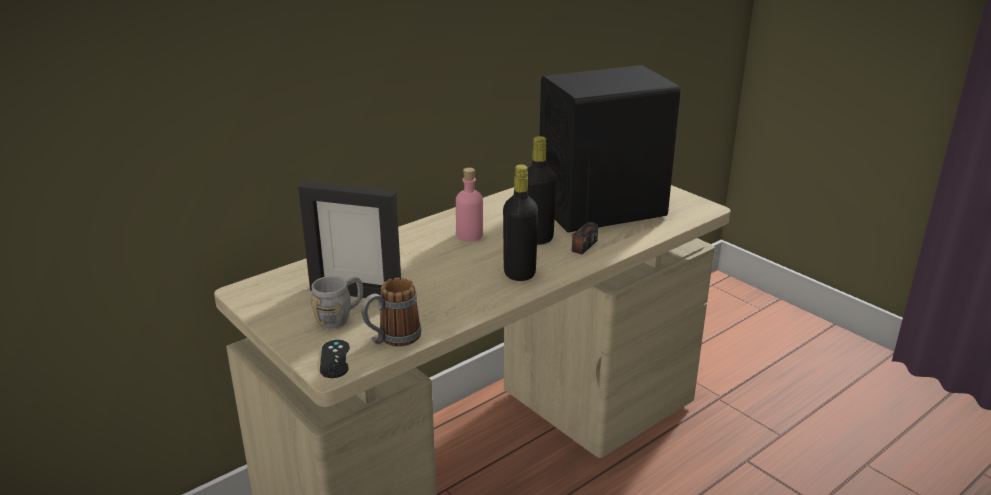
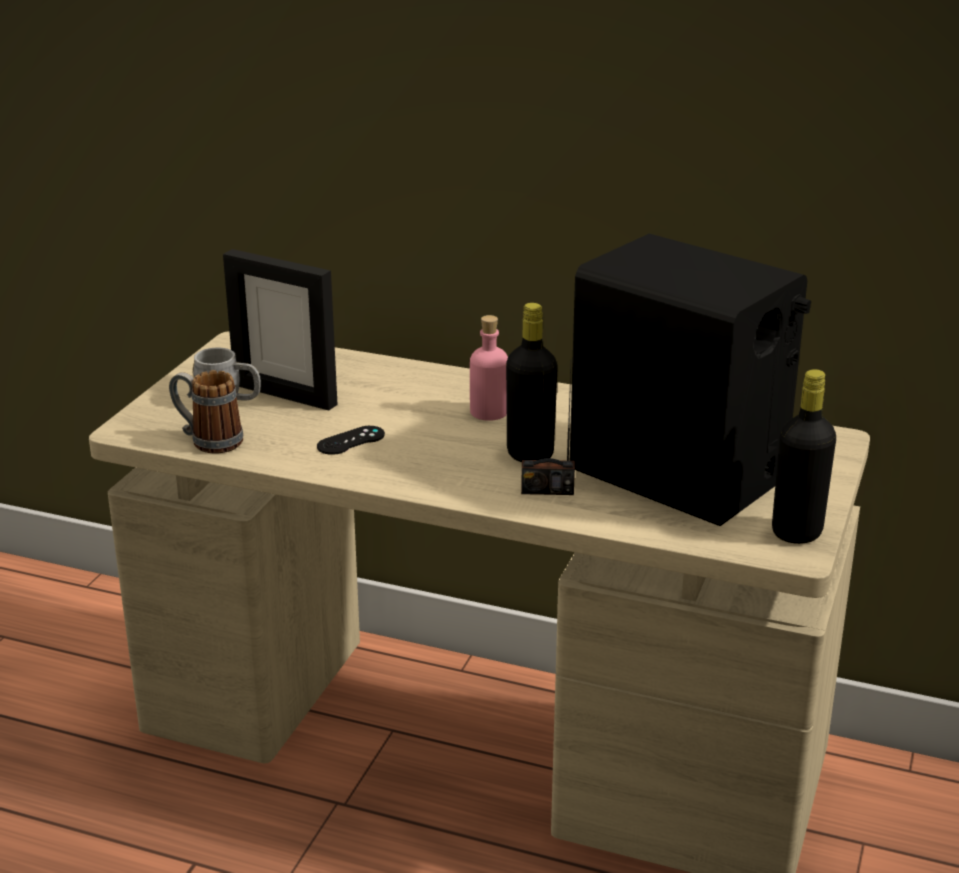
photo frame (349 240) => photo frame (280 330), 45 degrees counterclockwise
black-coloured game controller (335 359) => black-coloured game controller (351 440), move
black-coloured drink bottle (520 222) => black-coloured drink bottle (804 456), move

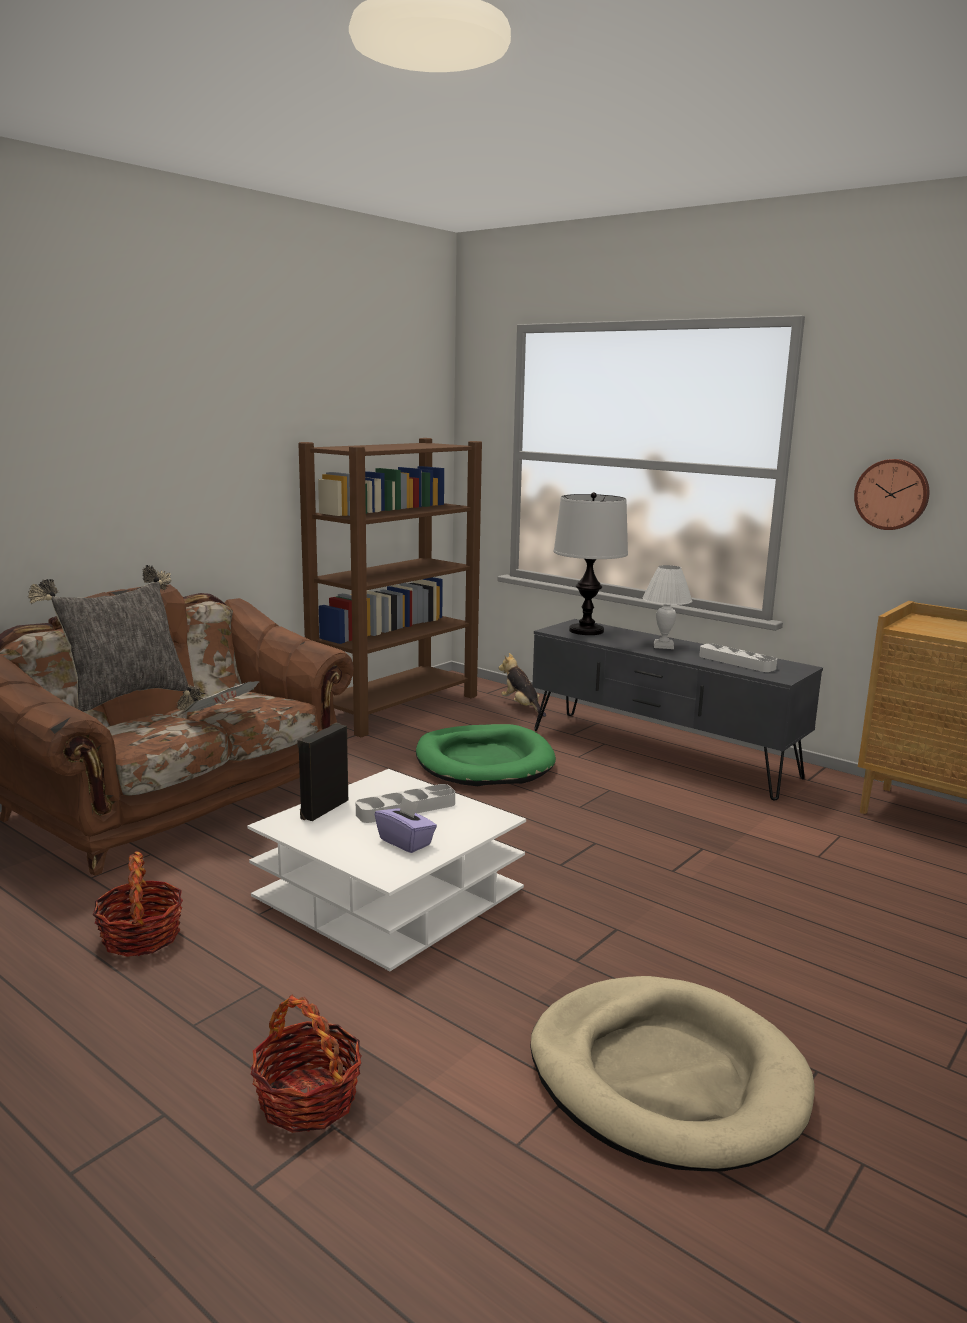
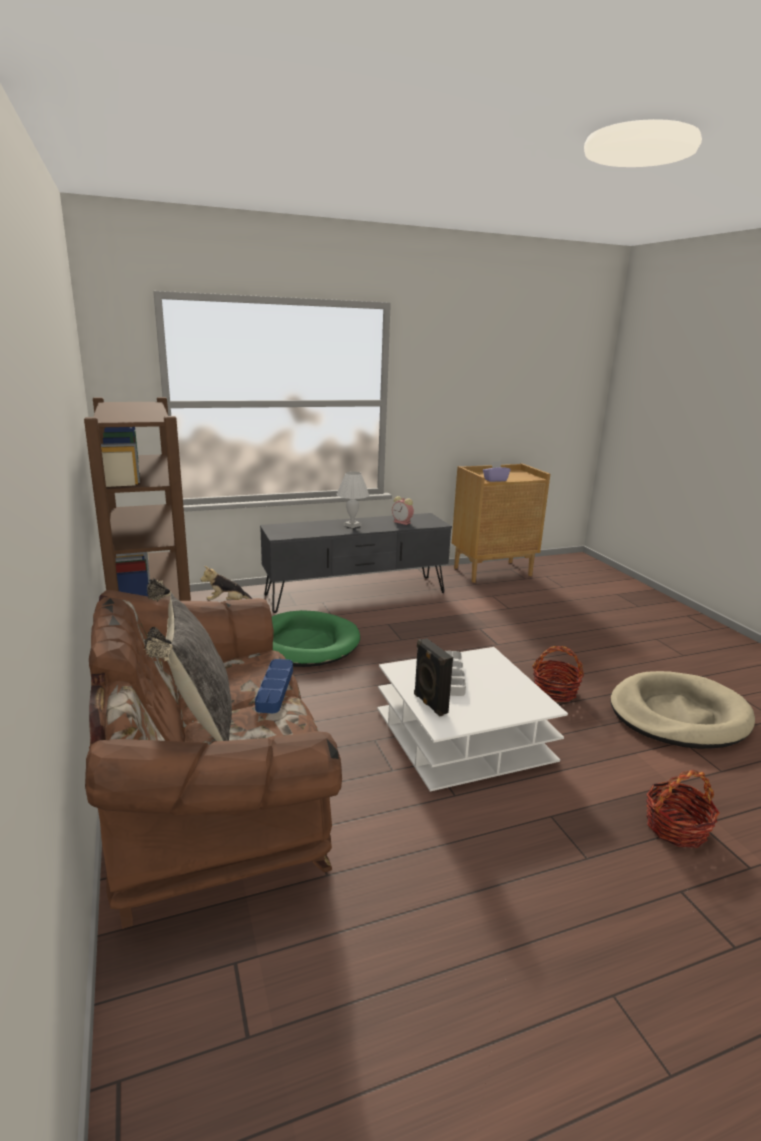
daily paper (221 697) => blue serving tray (274 686)
greyish serving tray (738 657) => table clock (403 510)
purple-coloured box of tissues (406 825) => purple-coloured box of tissues (496 471), move
household basket (138 904) => household basket (558 674), move
tabletop lamp (591 563) => nothing
wall clock (891 494) => nothing

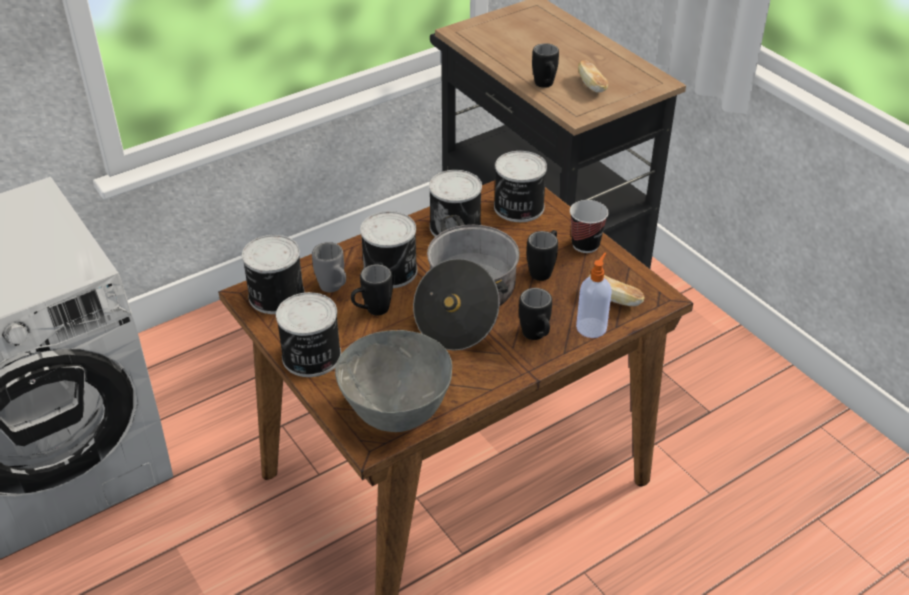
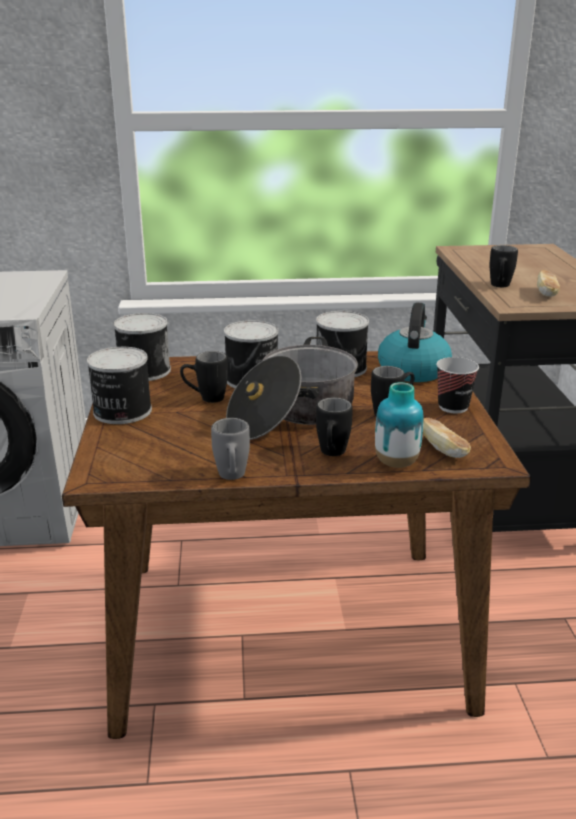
greyish mug (329 267) => greyish mug (230 449), move
liquid soap bottle (594 295) => decorative vase (399 425)
can (520 186) => tea kettle (415 342)
greyish bowl (393 381) => nothing

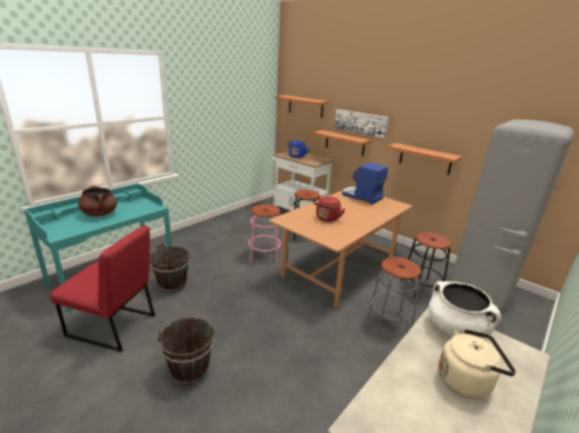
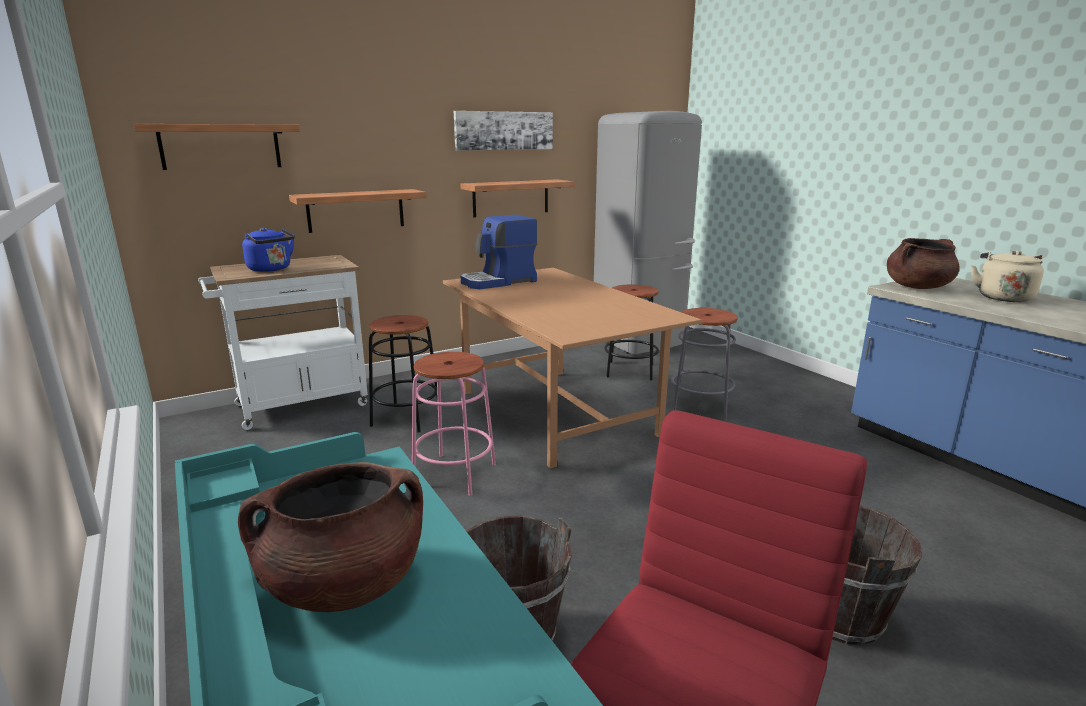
wall picture (361 123) => wall picture (503 131), move
white-coloured stockpot (465 310) => brownish stockpot (923 263)
red-coloured tea kettle (329 209) => nothing

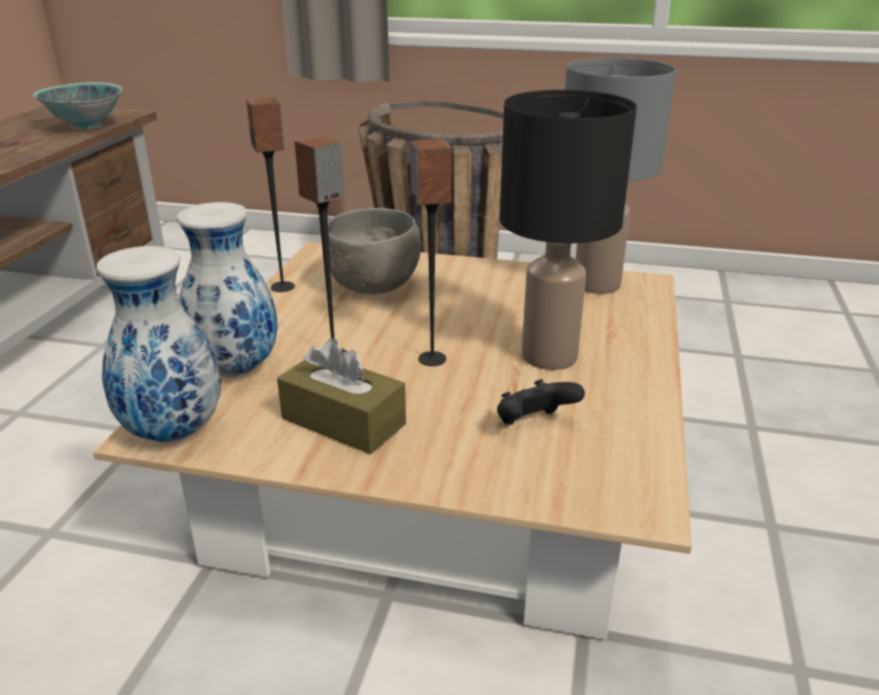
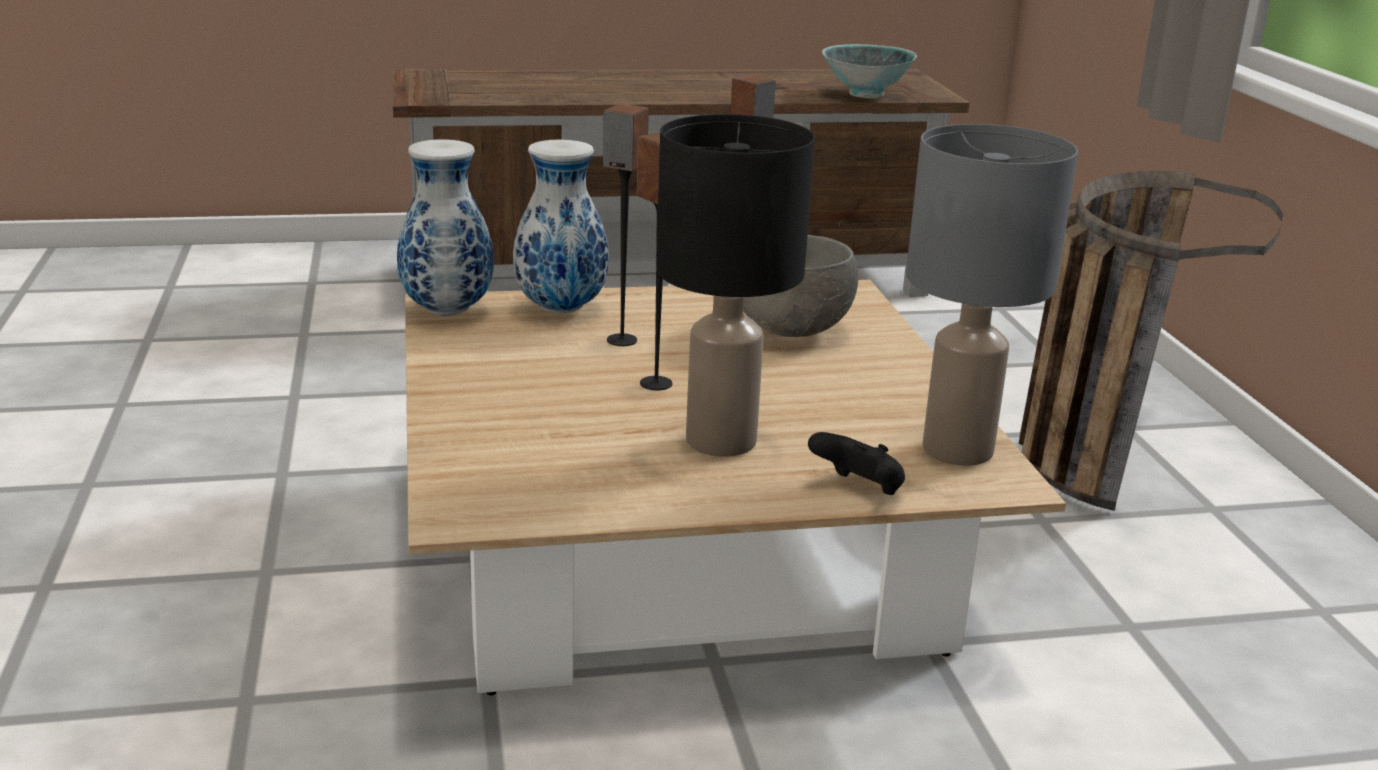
black-coloured game controller (541 402) => black-coloured game controller (856 463), move
brownish box of tissues (341 396) => nothing

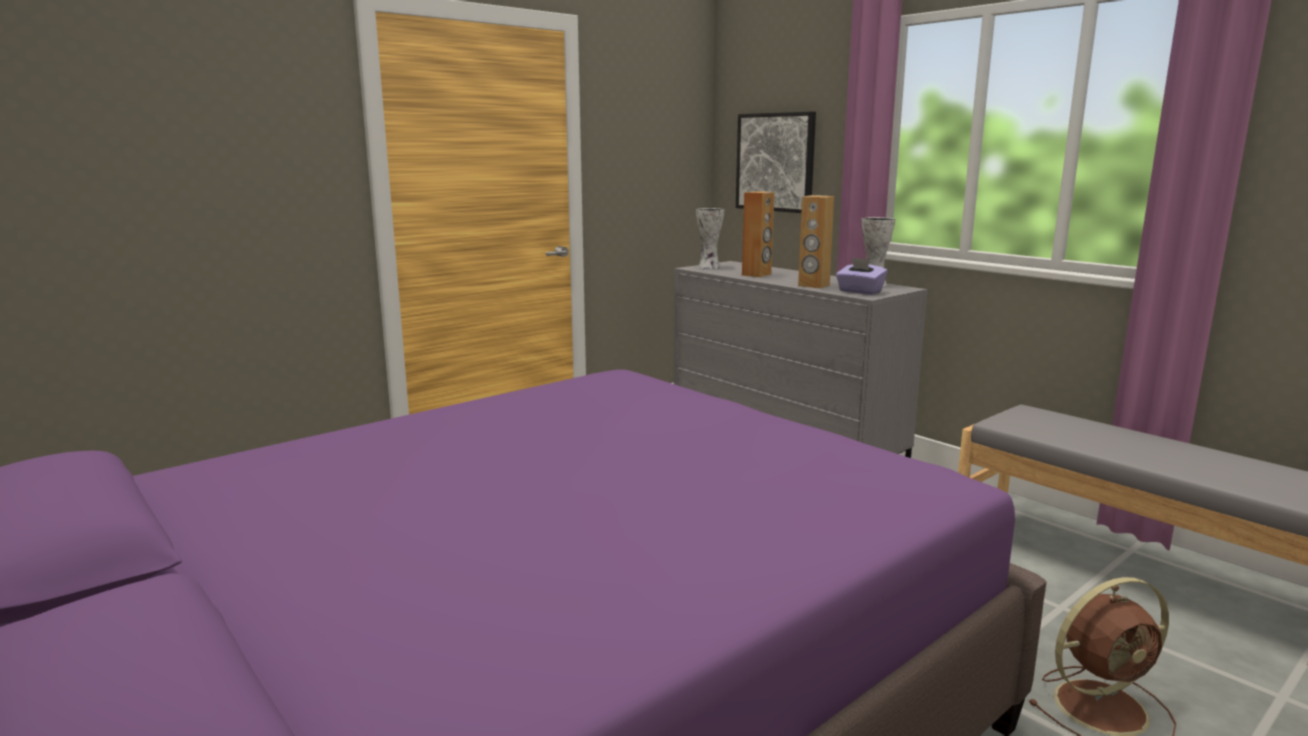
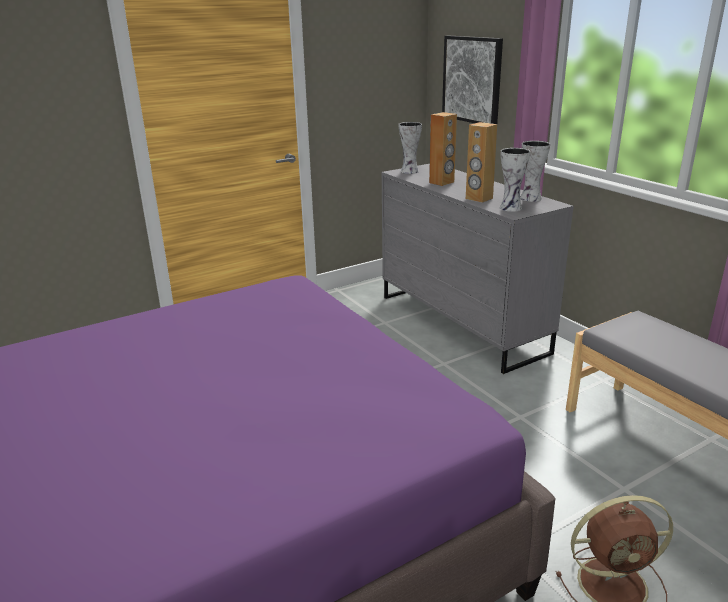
purple-coloured box of tissues (861 276) => decorative vase (515 180)

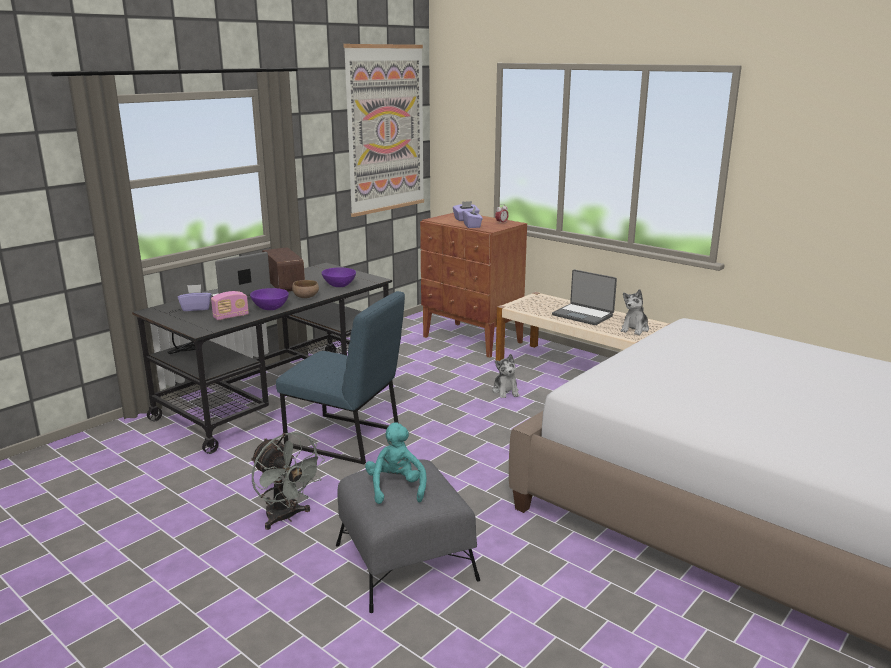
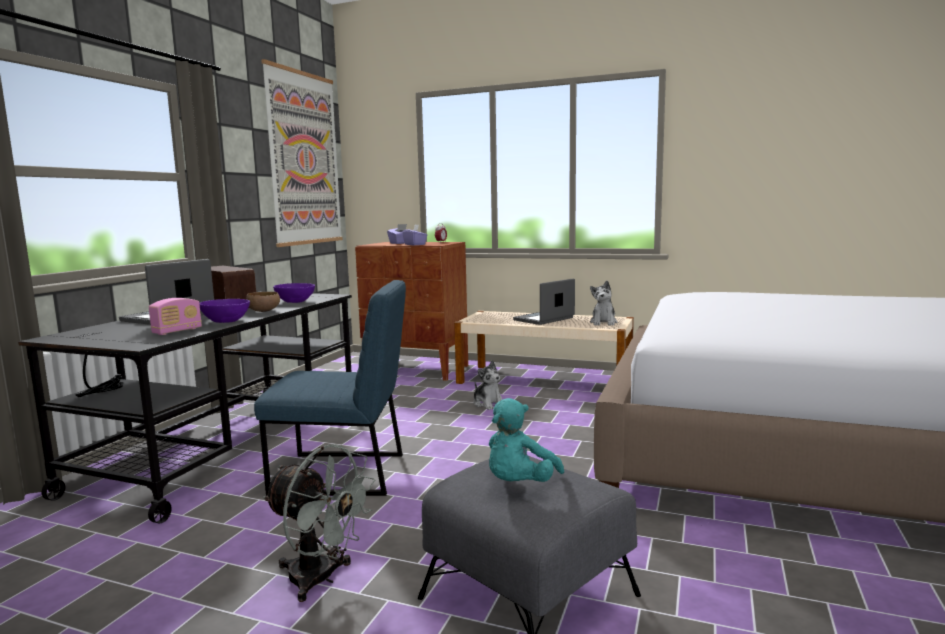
turquoise cuddly toy (396 463) => turquoise cuddly toy (526 440), 120 degrees counterclockwise
notebook computer (584 297) => notebook computer (544 302), 120 degrees clockwise
purple-coloured box of tissues (194 297) => nothing

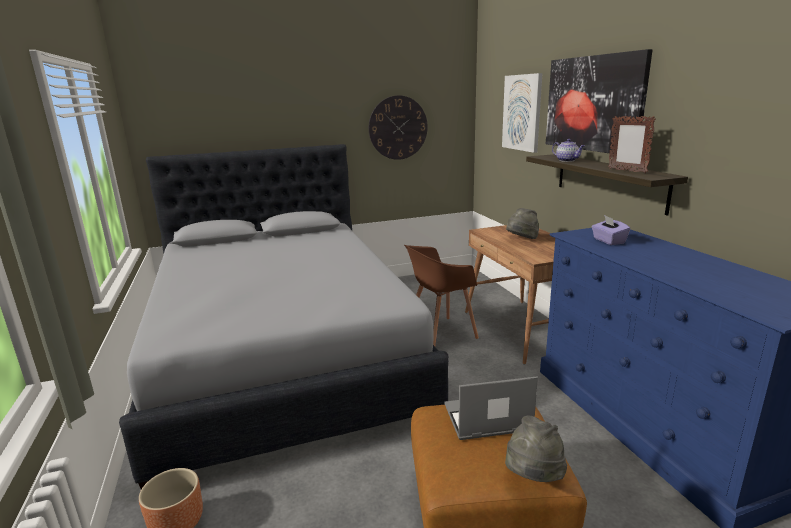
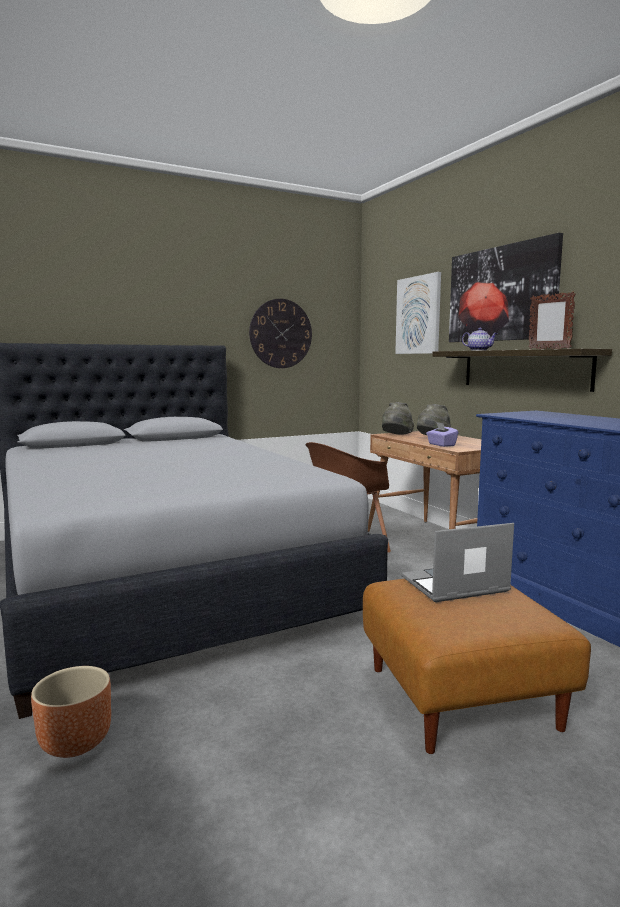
greyish hat (536 449) => greyish hat (398 418), move
purple-coloured box of tissues (611 230) => purple-coloured box of tissues (442 434), move

